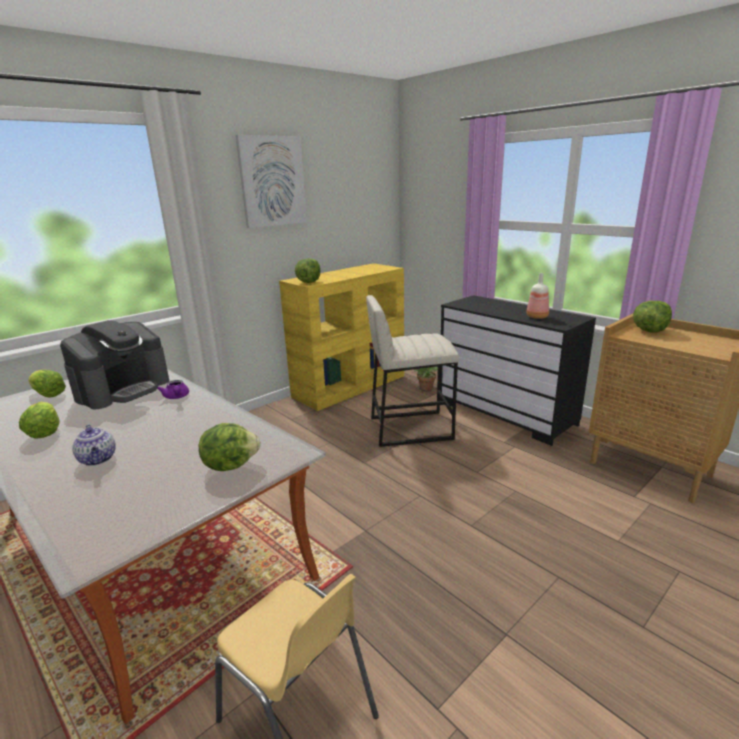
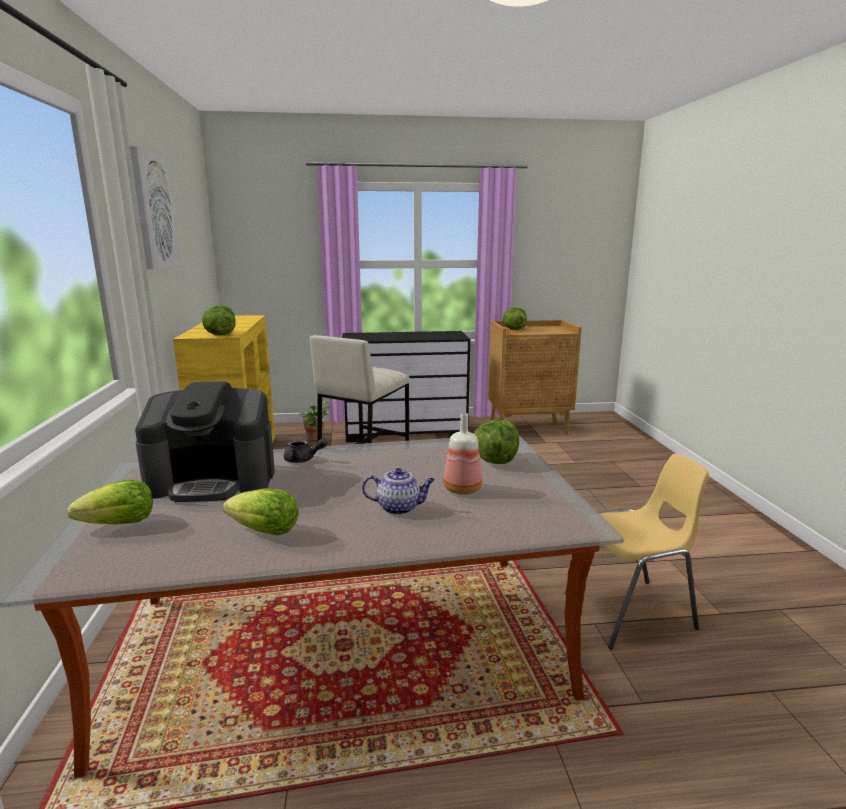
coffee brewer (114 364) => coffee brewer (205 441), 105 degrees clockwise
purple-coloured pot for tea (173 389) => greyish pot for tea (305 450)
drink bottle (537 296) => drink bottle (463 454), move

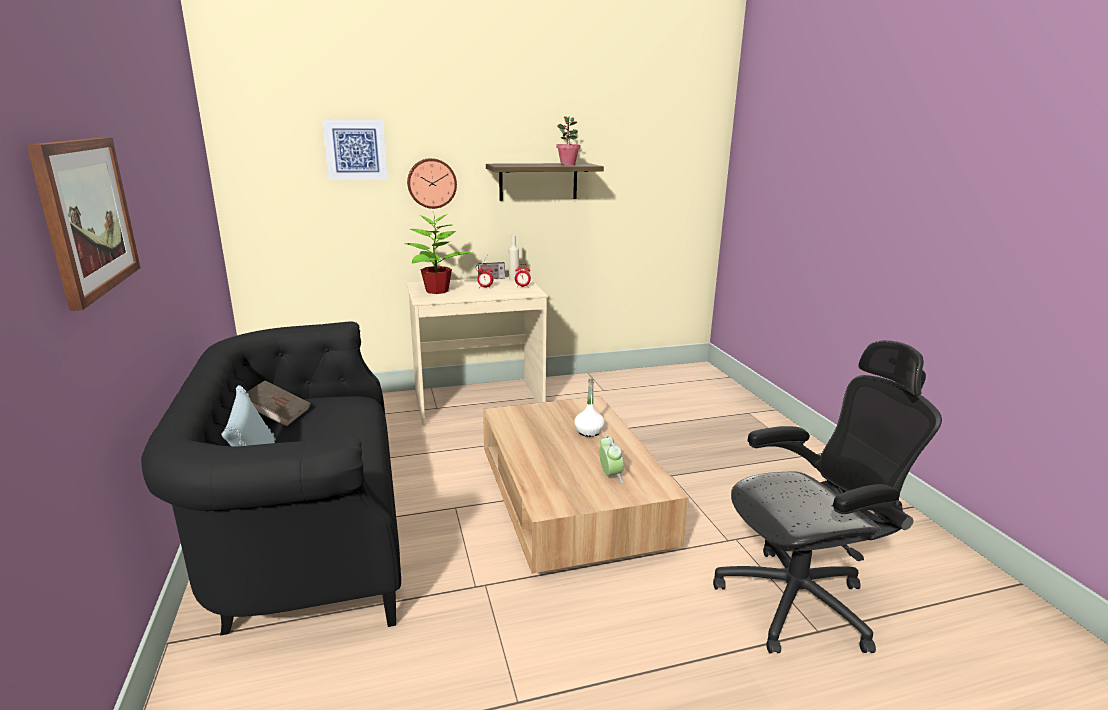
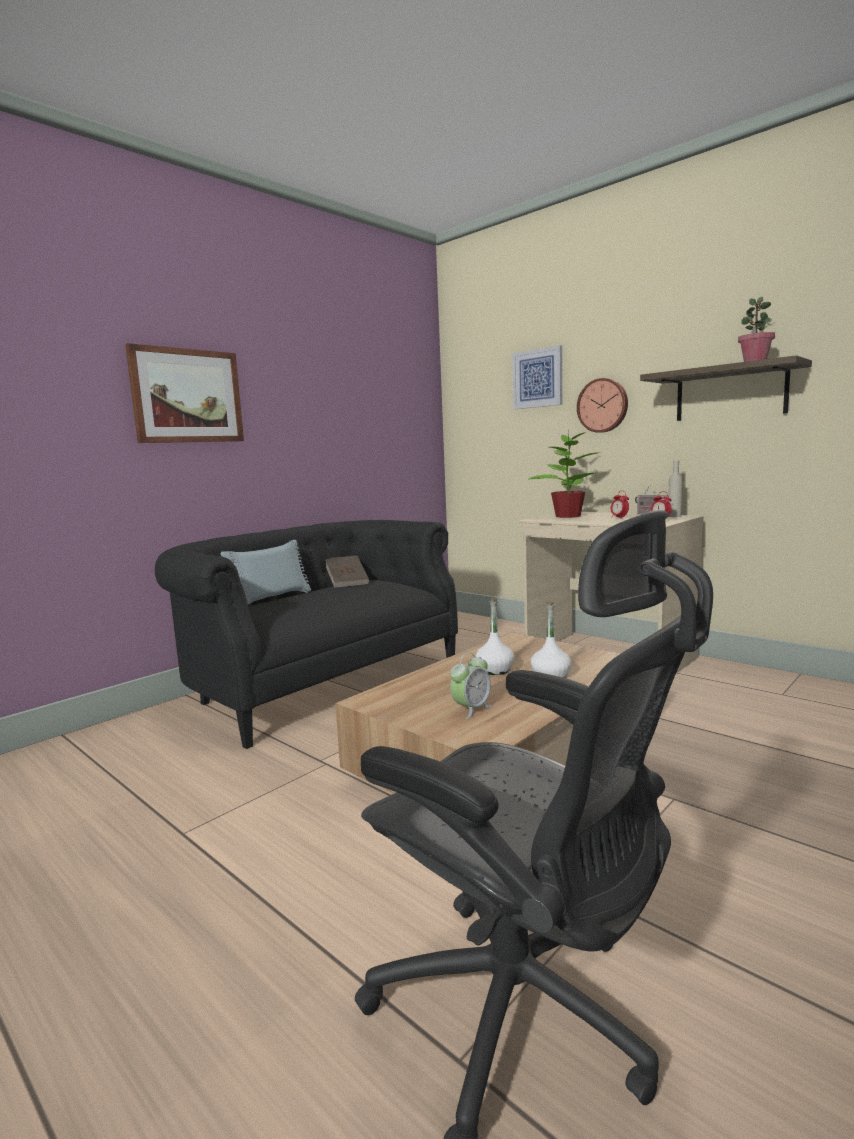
nothing => white-coloured drink bottle (494 637)

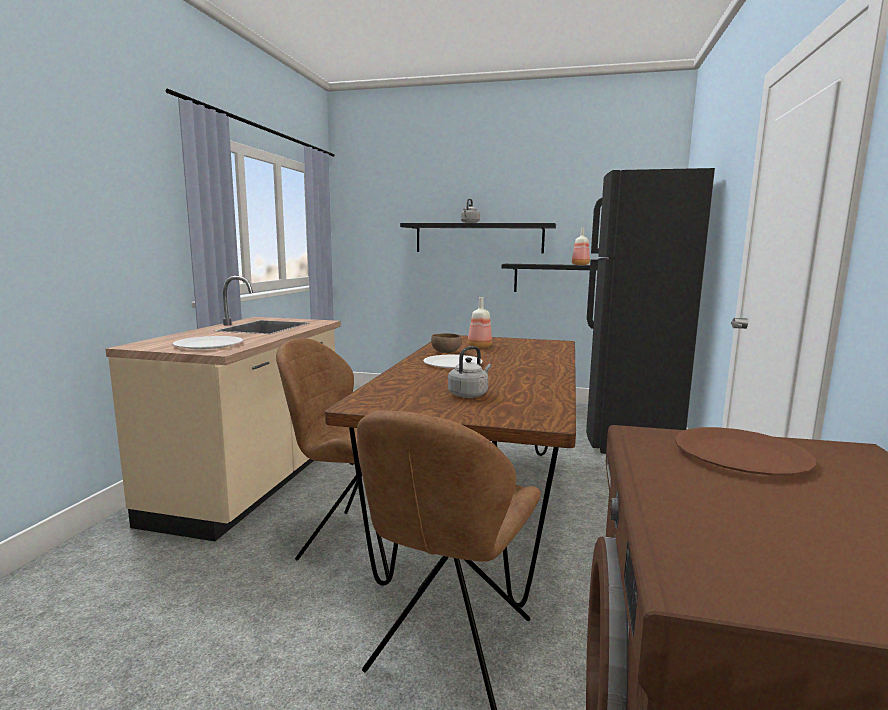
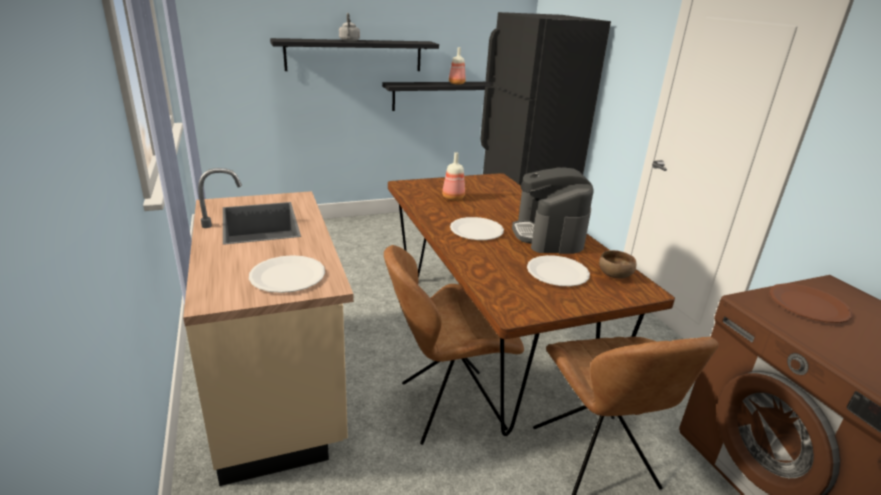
nothing => coffee brewer (553 210)
greyish tea kettle (469 372) => white-coloured flat dish (558 270)
brownish bowl (446 343) => brownish bowl (617 264), move

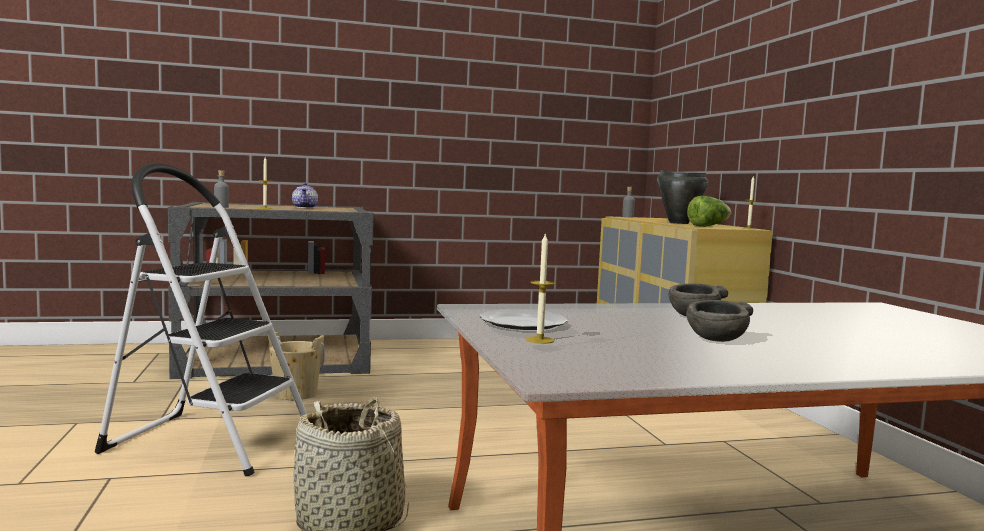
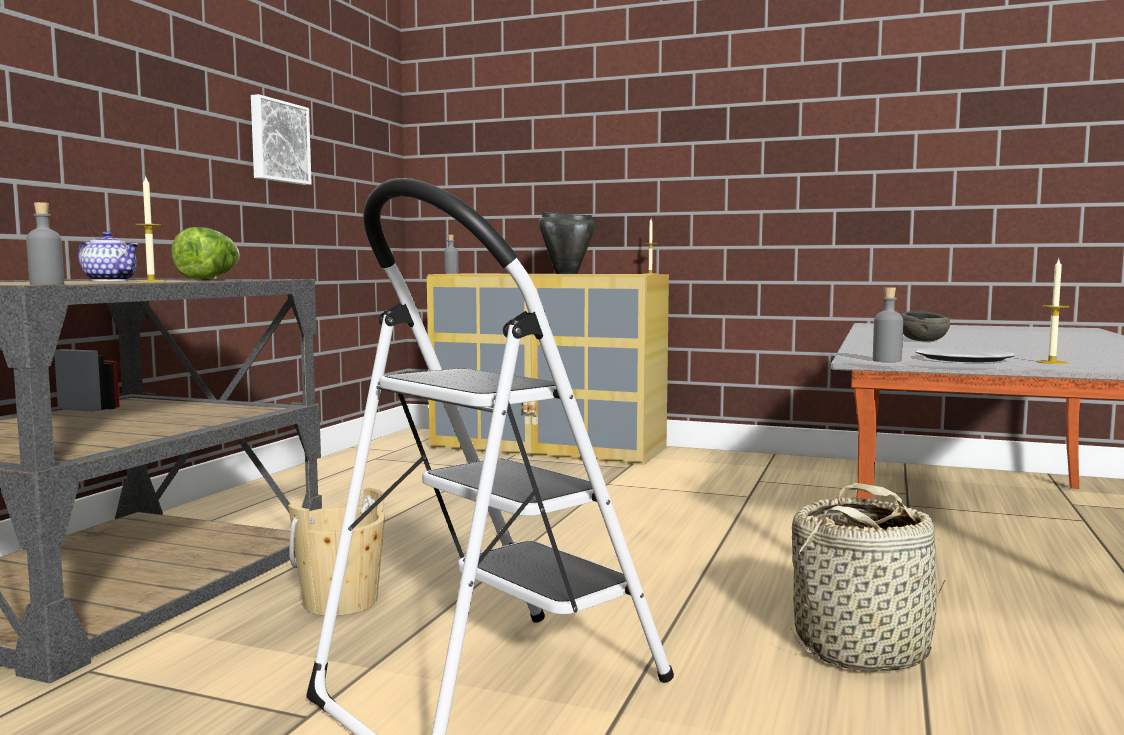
lettuce (709 211) => lettuce (205 253), move
nothing => wall picture (281 139)
nothing => greyish drink bottle (888 324)
greyish bowl (719 321) => nothing

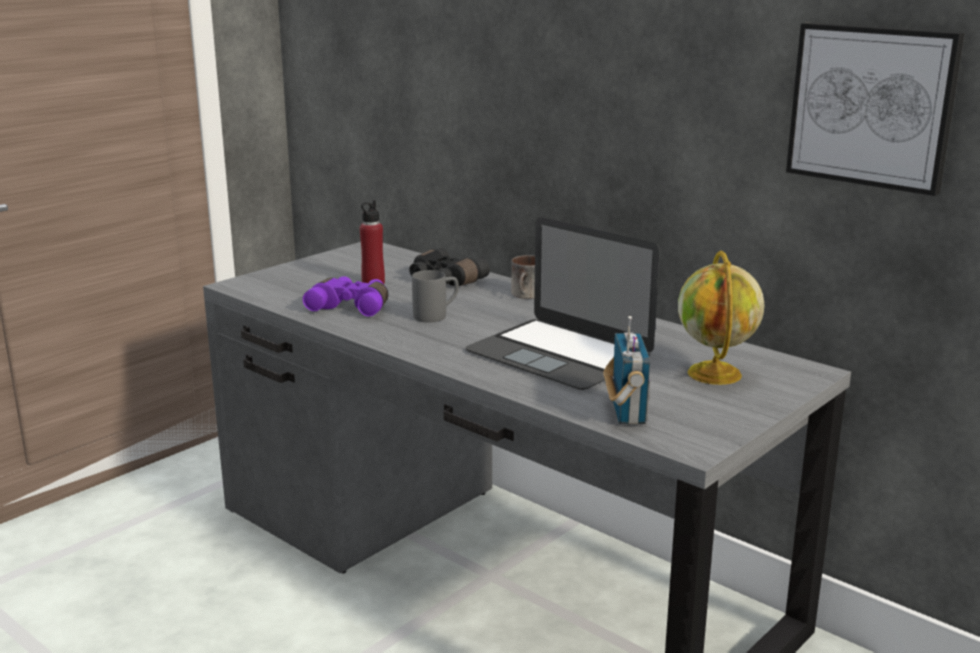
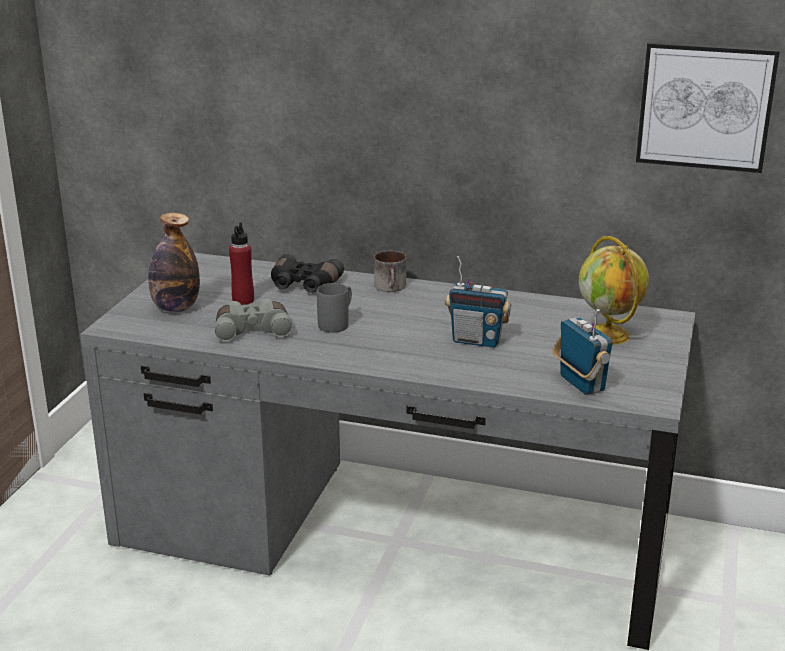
nothing => drink bottle (174 262)
purple-coloured pair of binoculars (345 296) => greyish pair of binoculars (253 319)
notebook computer (562 303) => radio receiver (478 302)

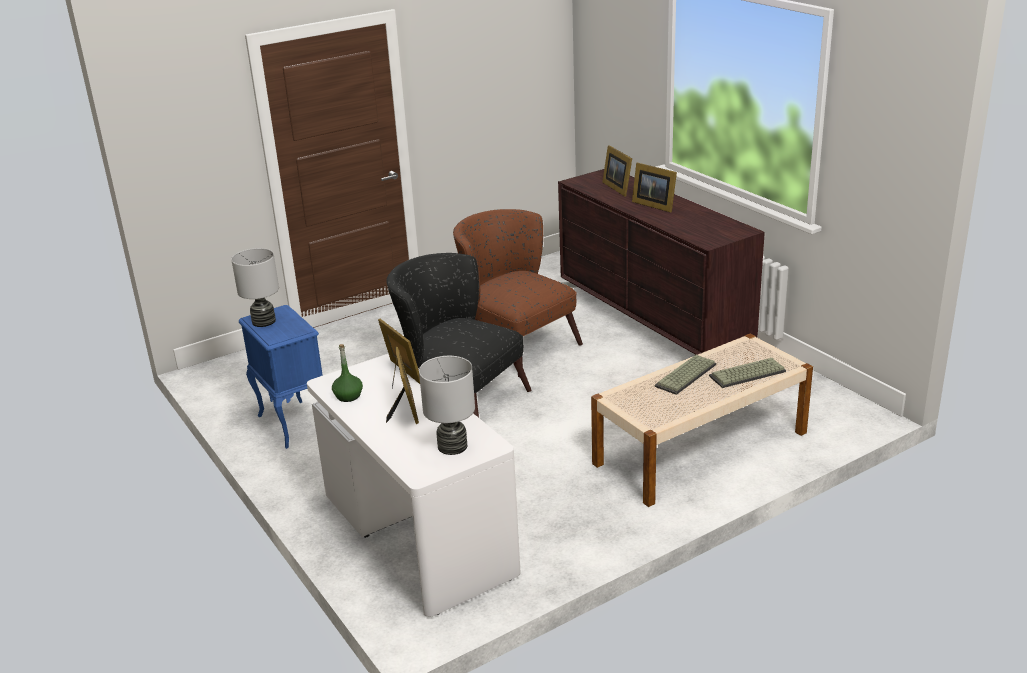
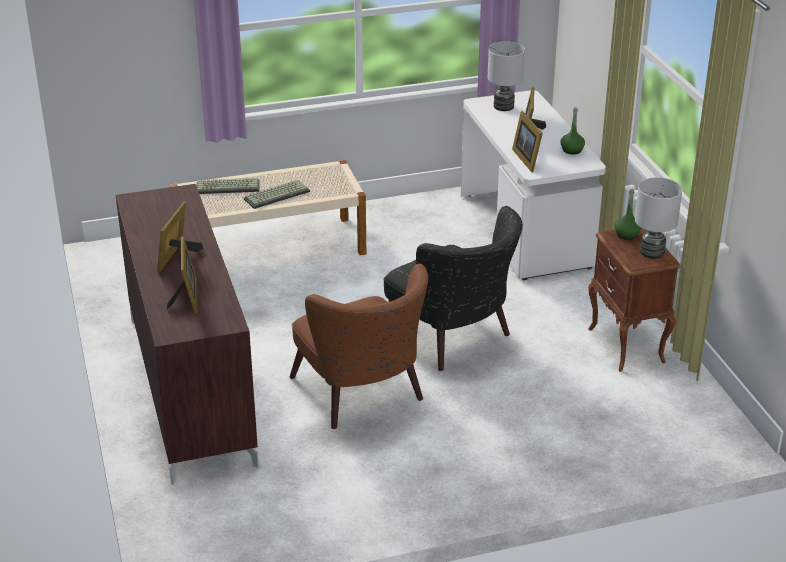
photo frame (654 187) => photo frame (180 237), 135 degrees counterclockwise
blue bedside table (281 377) => brownish bedside table (634 300)
nothing => green-coloured drink bottle (627 214)

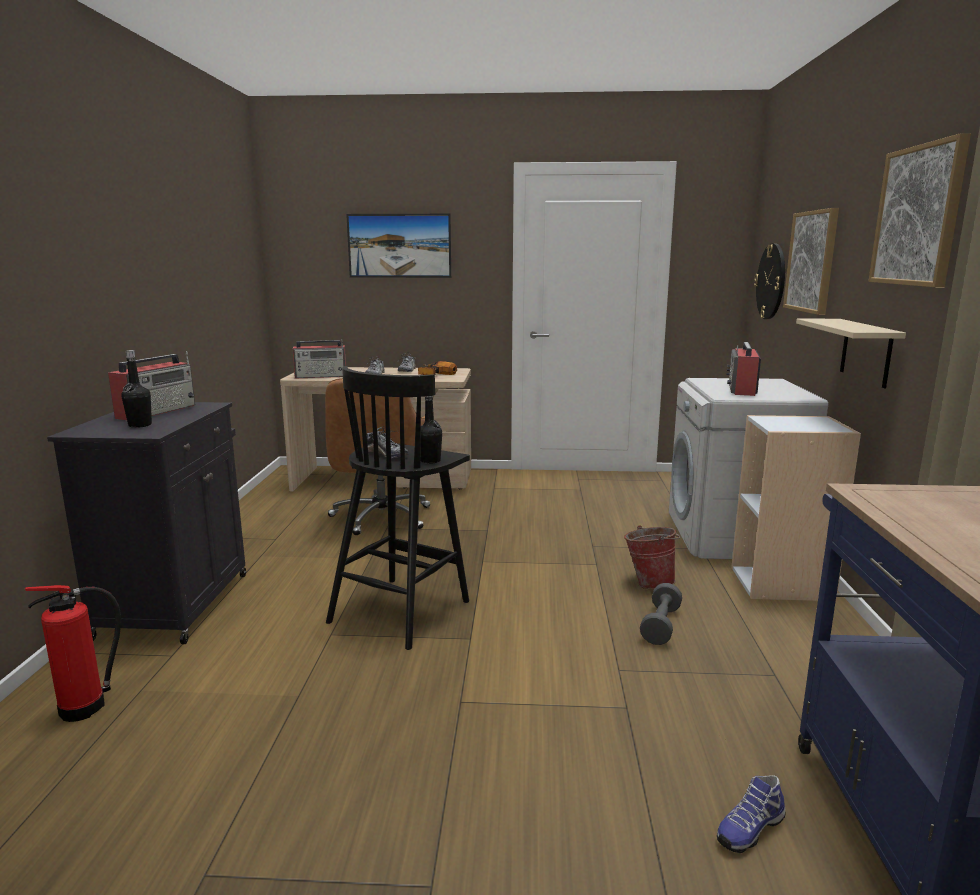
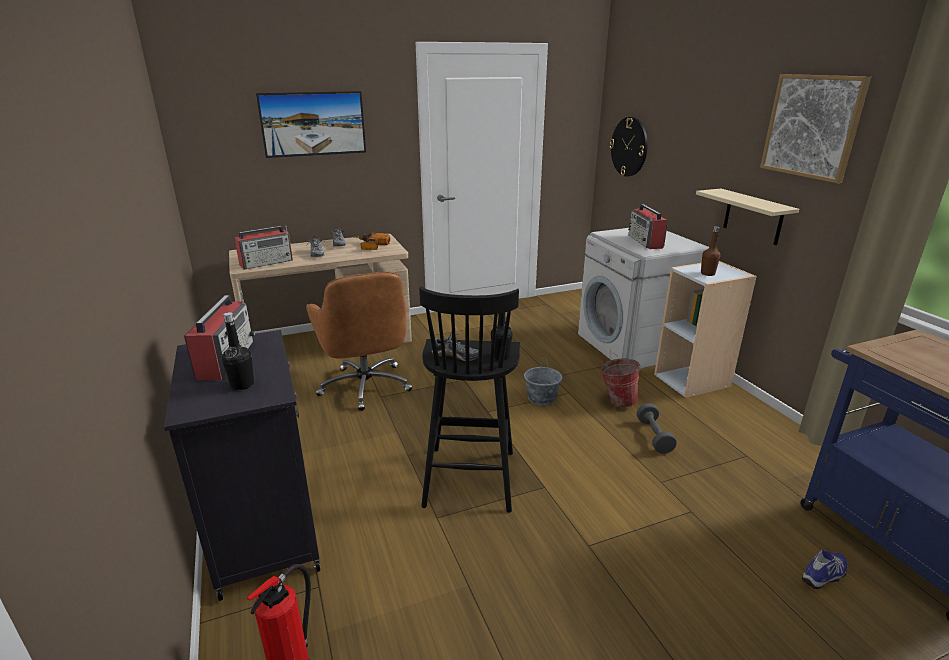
nothing => greyish water bucket (543 381)
nothing => brownish drink bottle (711 251)
low shoe (751 814) => low shoe (825 569), 150 degrees counterclockwise
wall picture (811 261) => nothing

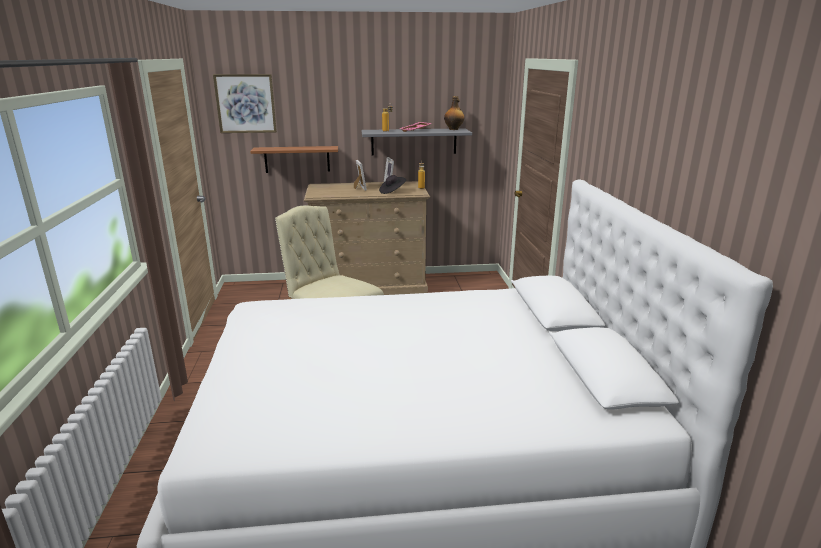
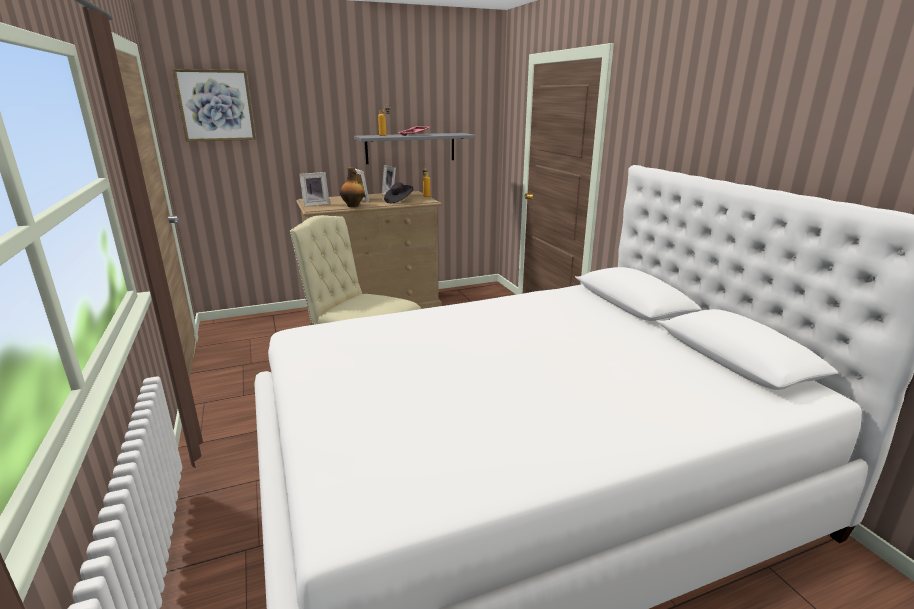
nothing => photo frame (314 189)
drink bottle (454 113) => drink bottle (352 187), move
wall shelf (294 159) => nothing

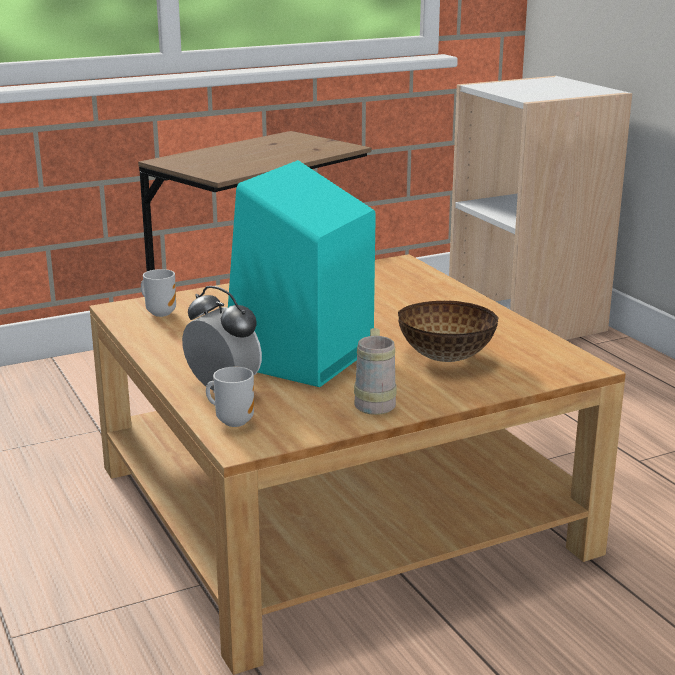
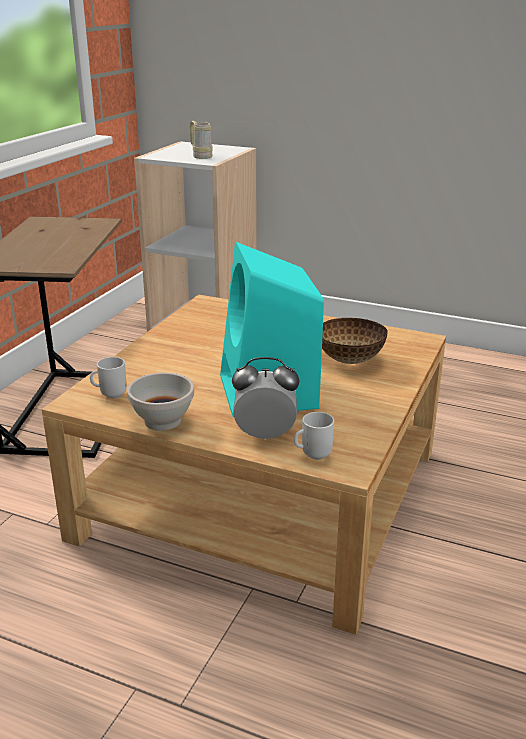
nothing => white-coloured bowl (160 402)
sand-coloured mug (375 371) => sand-coloured mug (201 140), move

